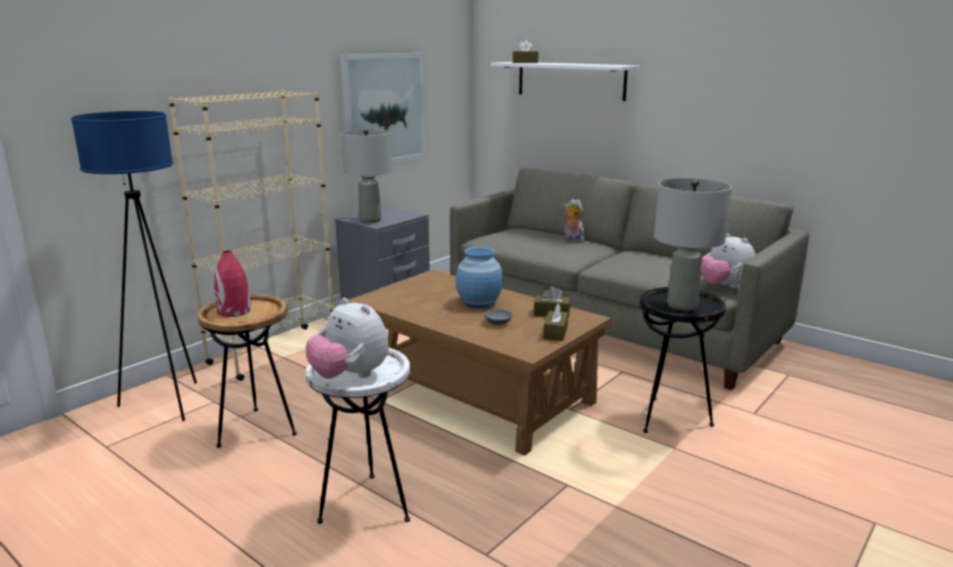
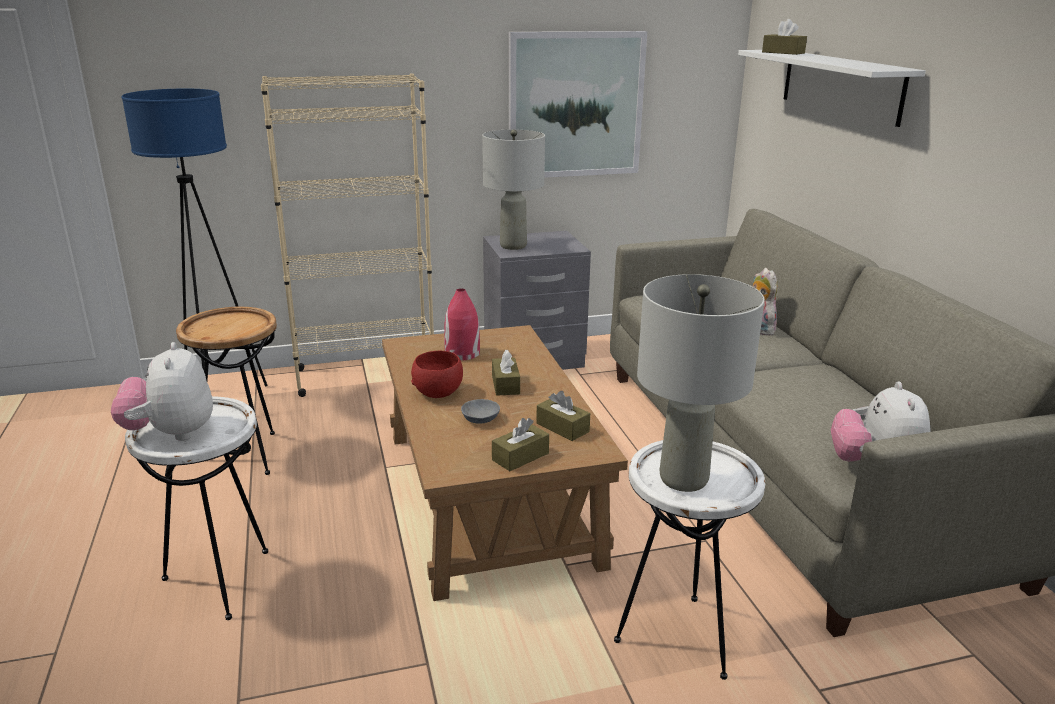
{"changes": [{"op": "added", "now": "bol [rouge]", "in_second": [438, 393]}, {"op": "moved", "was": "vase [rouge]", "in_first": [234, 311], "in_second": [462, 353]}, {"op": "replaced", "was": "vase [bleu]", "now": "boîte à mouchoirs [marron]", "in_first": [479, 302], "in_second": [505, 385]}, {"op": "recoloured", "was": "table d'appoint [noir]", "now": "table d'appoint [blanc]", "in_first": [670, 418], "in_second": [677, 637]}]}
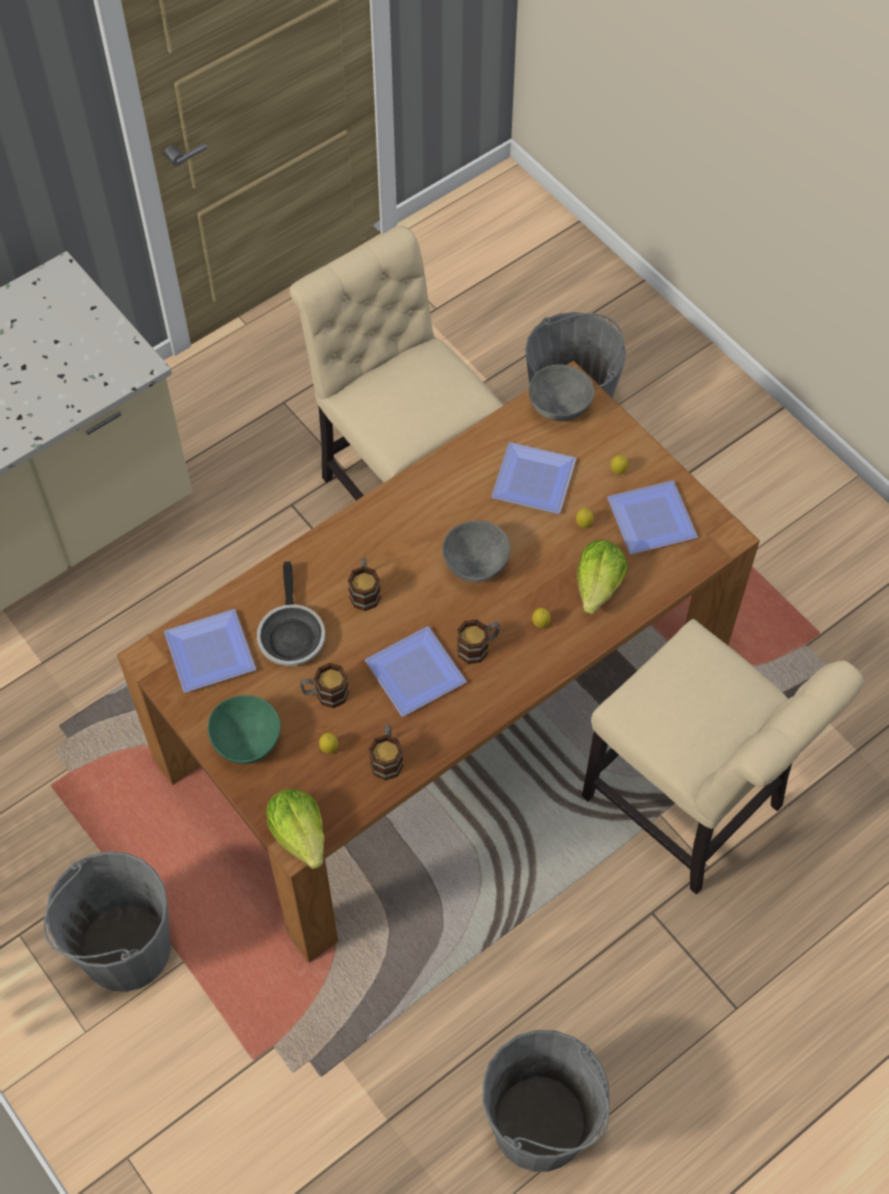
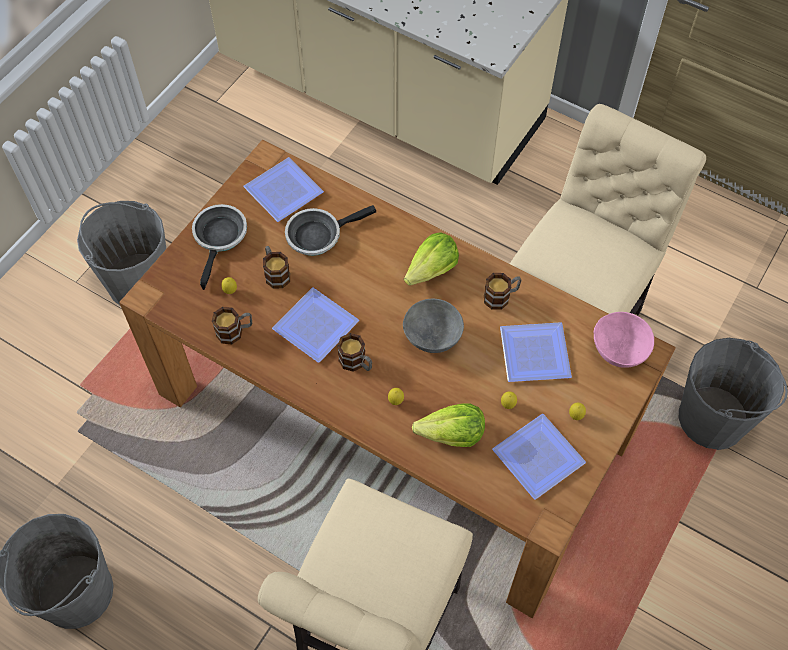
{"changes": [{"op": "moved", "was": "laitue", "in_first": [300, 834], "in_second": [432, 270]}, {"op": "moved", "was": "mug", "in_first": [365, 591], "in_second": [501, 297]}, {"op": "replaced", "was": "bol [vert]", "now": "poêle", "in_first": [247, 740], "in_second": [220, 238]}, {"op": "recoloured", "was": "bol [gris]", "now": "bol [rose]", "in_first": [558, 407], "in_second": [618, 349]}]}
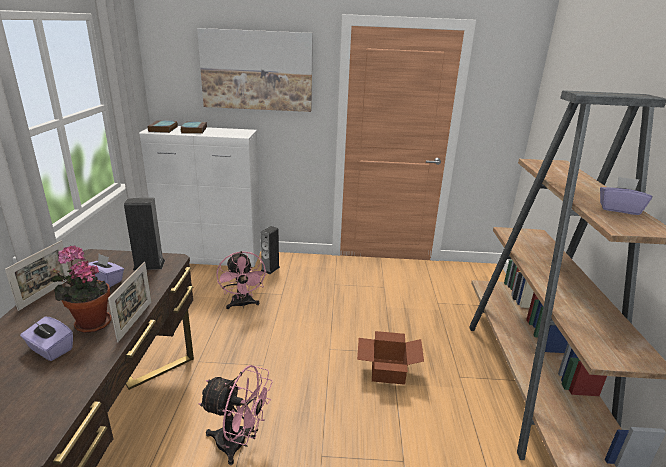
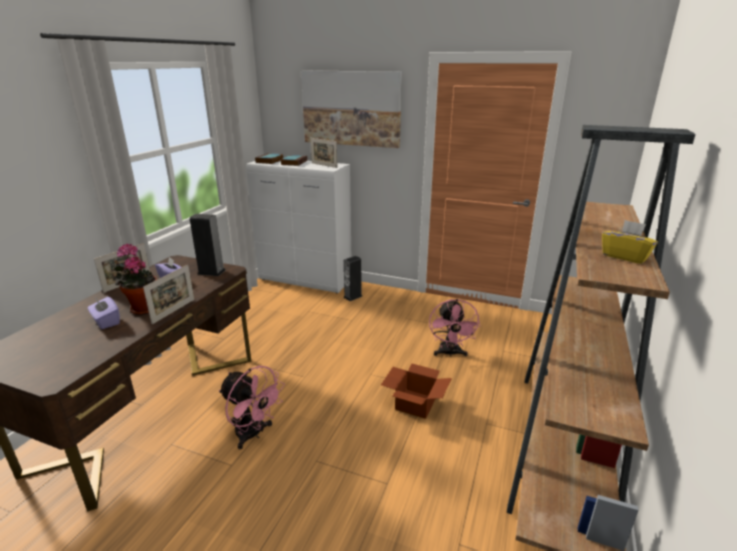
{"changes": [{"op": "added", "now": "cadre photo", "in_second": [324, 165]}, {"op": "moved", "was": "ventilateur [rose]", "in_first": [242, 305], "in_second": [450, 353]}, {"op": "recoloured", "was": "boîte à mouchoirs [violet]", "now": "boîte à mouchoirs [jaune]", "in_first": [619, 209], "in_second": [625, 256]}]}
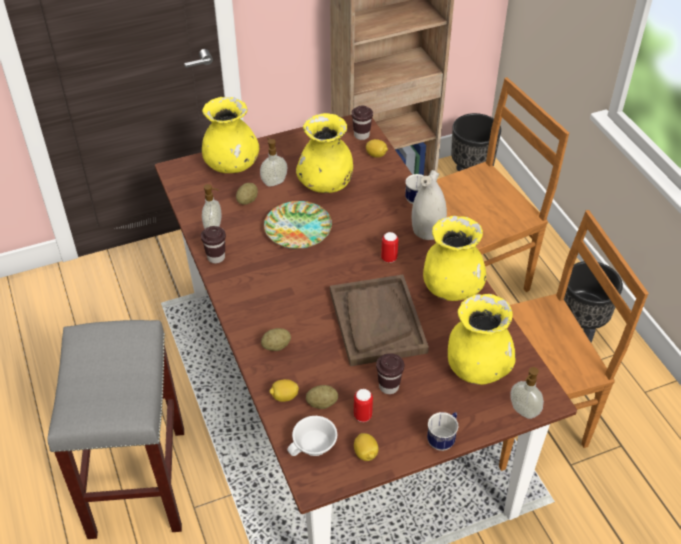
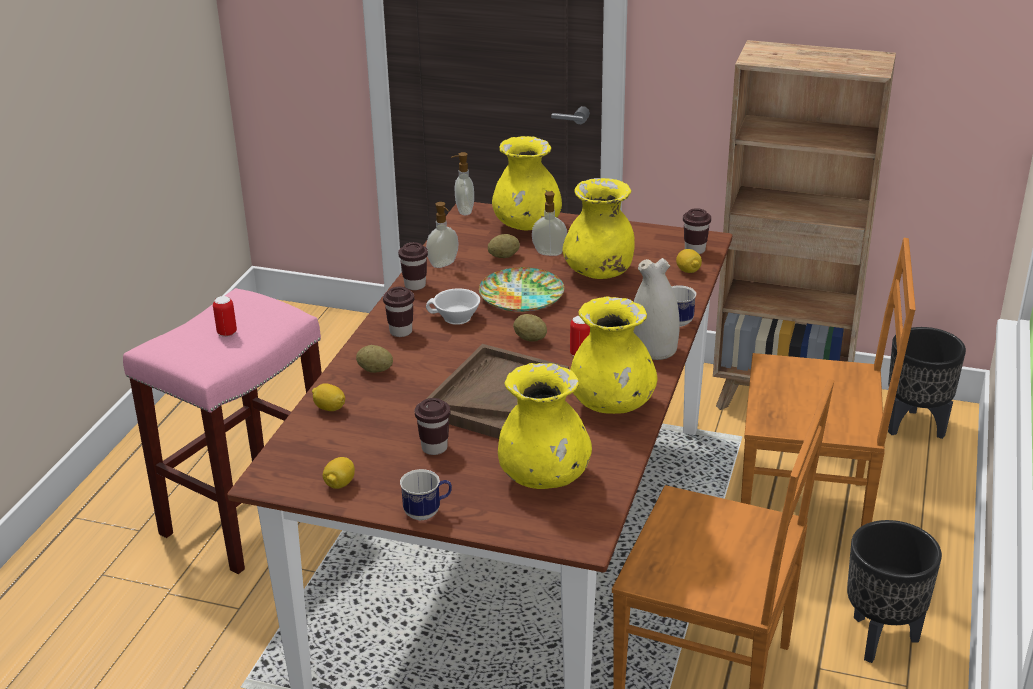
{"changes": [{"op": "added", "now": "tasse [marron]", "in_second": [401, 331]}, {"op": "moved", "was": "tasse [blanc]", "in_first": [314, 447], "in_second": [455, 318]}, {"op": "moved", "was": "pomme de terre", "in_first": [322, 403], "in_second": [530, 339]}, {"op": "moved", "was": "boîte métallique", "in_first": [362, 415], "in_second": [227, 333]}, {"op": "moved", "was": "distributeur de savon", "in_first": [523, 411], "in_second": [464, 211]}, {"op": "recoloured", "was": "tabouret [gris]", "now": "tabouret [rose]", "in_first": [137, 480], "in_second": [249, 514]}]}
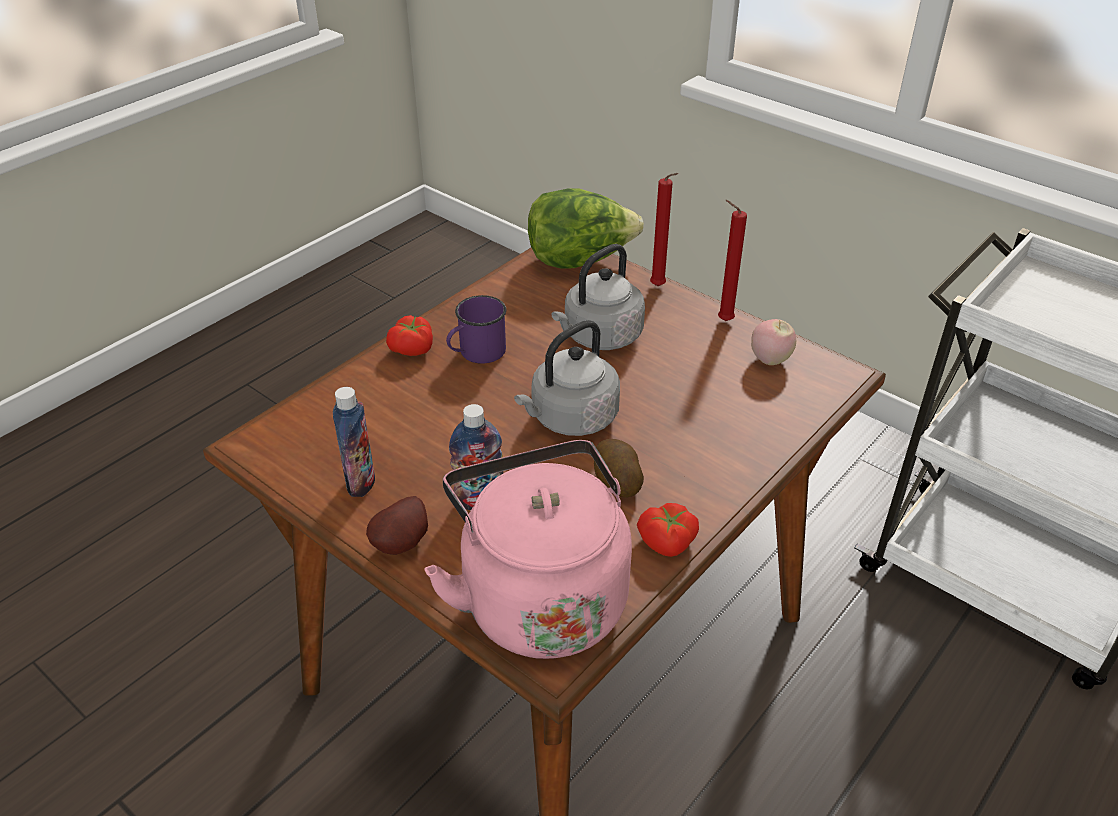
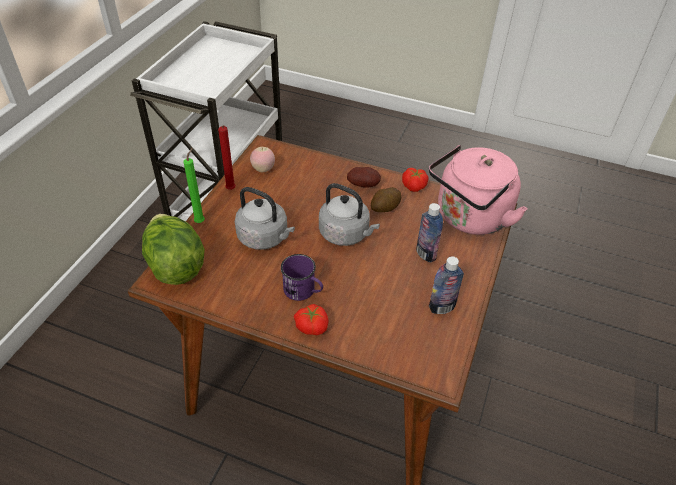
{"changes": [{"op": "moved", "was": "pomme de terre", "in_first": [404, 543], "in_second": [364, 185]}, {"op": "recoloured", "was": "bougie [rouge]", "now": "bougie [vert]", "in_first": [659, 287], "in_second": [201, 221]}]}
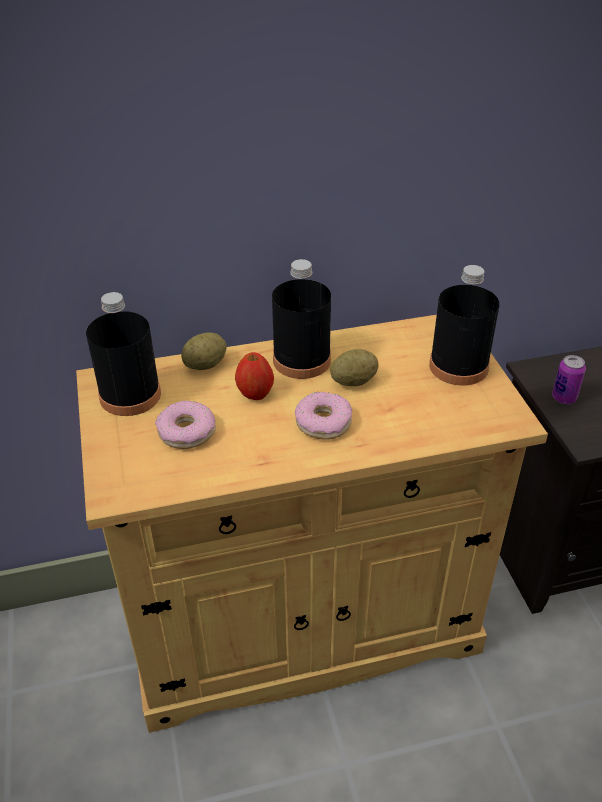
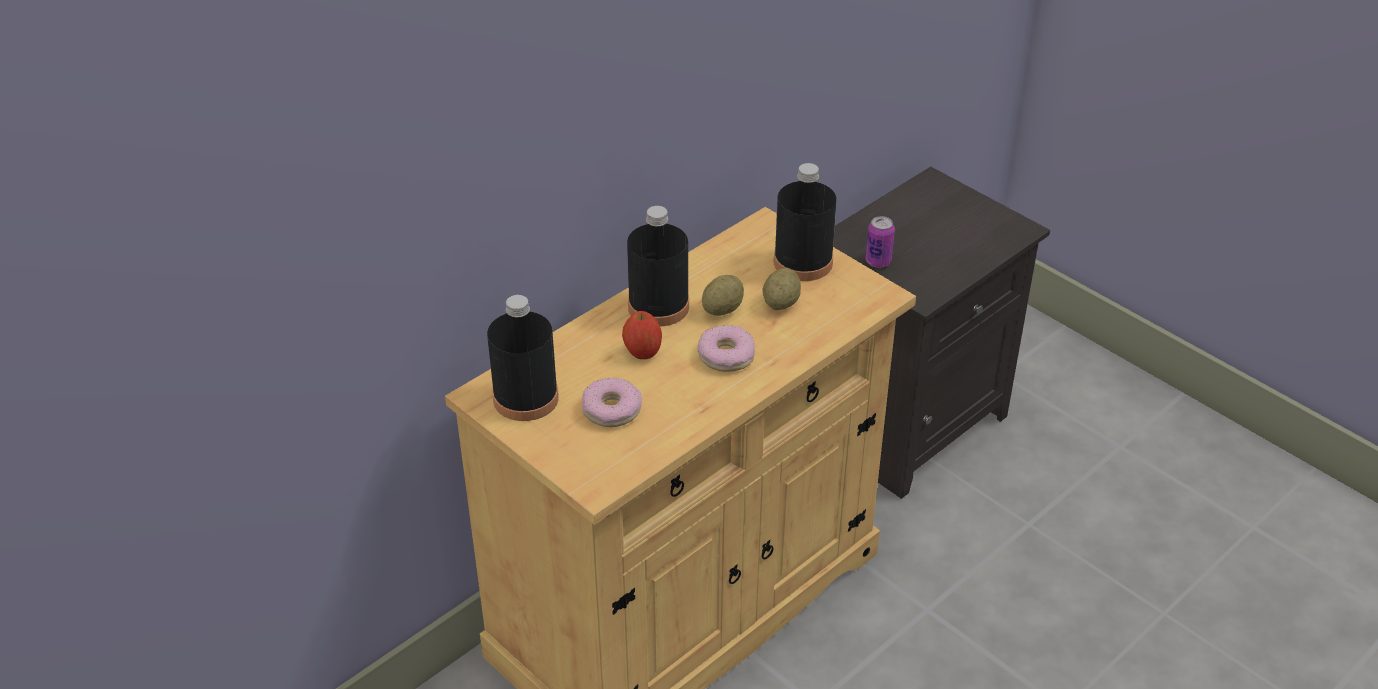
{"changes": [{"op": "moved", "was": "pomme de terre", "in_first": [205, 365], "in_second": [781, 303]}]}
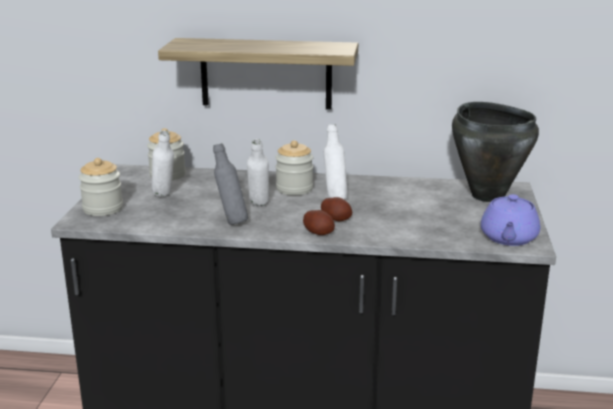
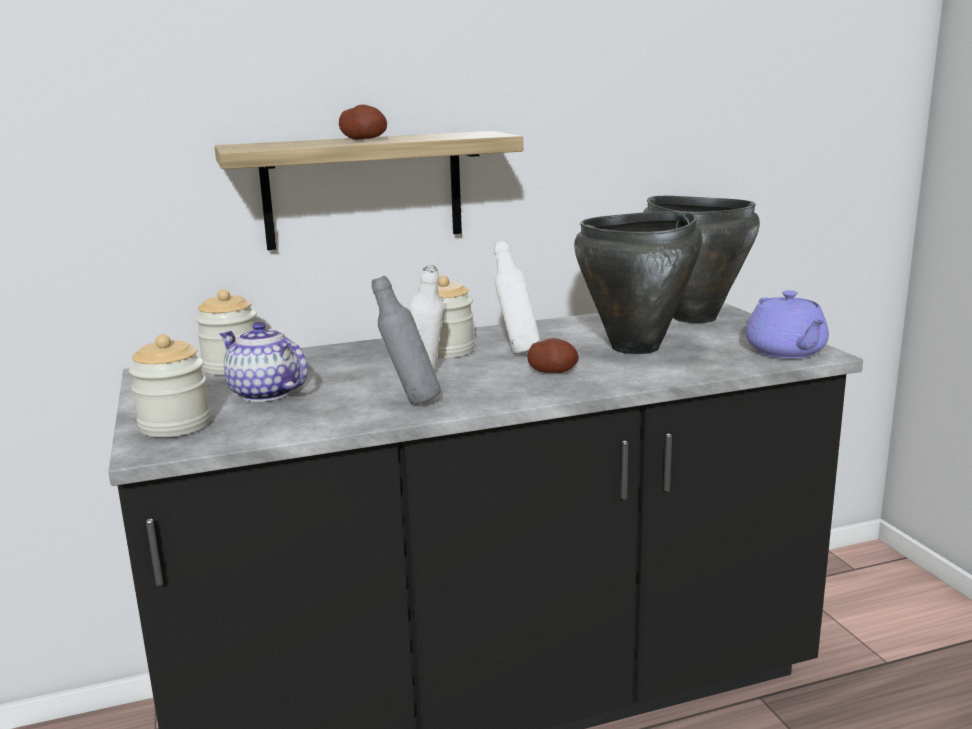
{"changes": [{"op": "added", "now": "marmite [noir]", "in_second": [636, 347]}, {"op": "moved", "was": "pomme de terre", "in_first": [319, 233], "in_second": [364, 139]}, {"op": "replaced", "was": "bouteille [blanc]", "now": "théière", "in_first": [164, 198], "in_second": [264, 393]}]}
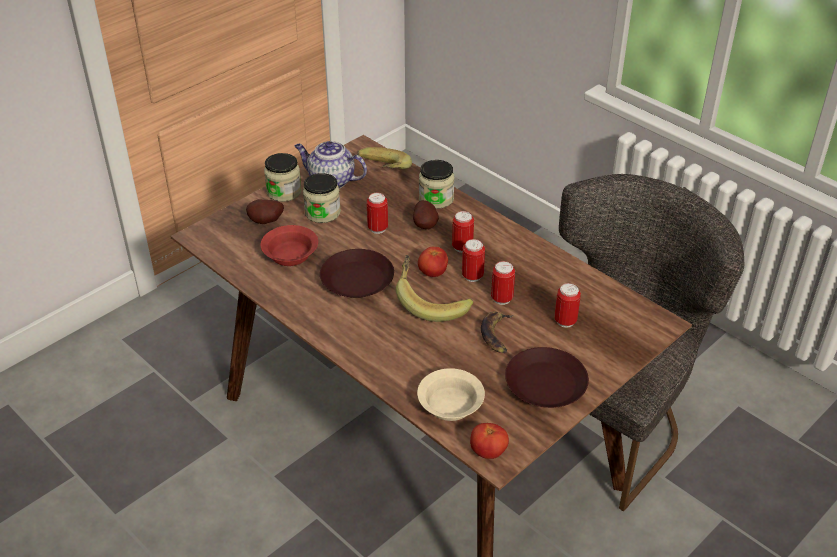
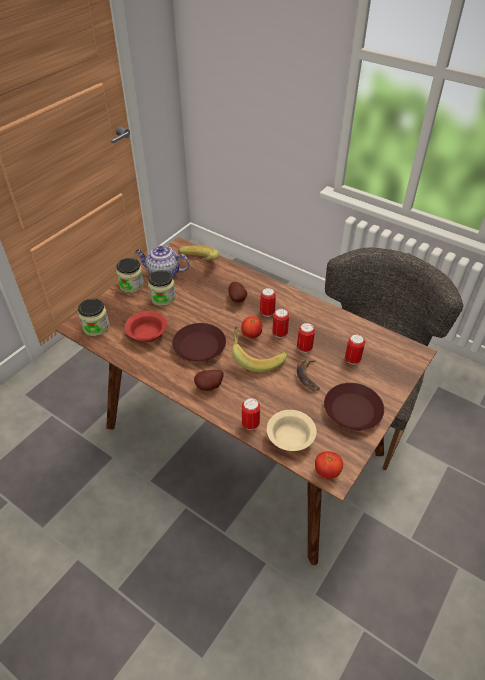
{"changes": [{"op": "moved", "was": "pomme de terre", "in_first": [266, 222], "in_second": [210, 387]}, {"op": "moved", "was": "boîte métallique", "in_first": [377, 228], "in_second": [250, 424]}, {"op": "moved", "was": "bocal", "in_first": [436, 199], "in_second": [96, 327]}]}
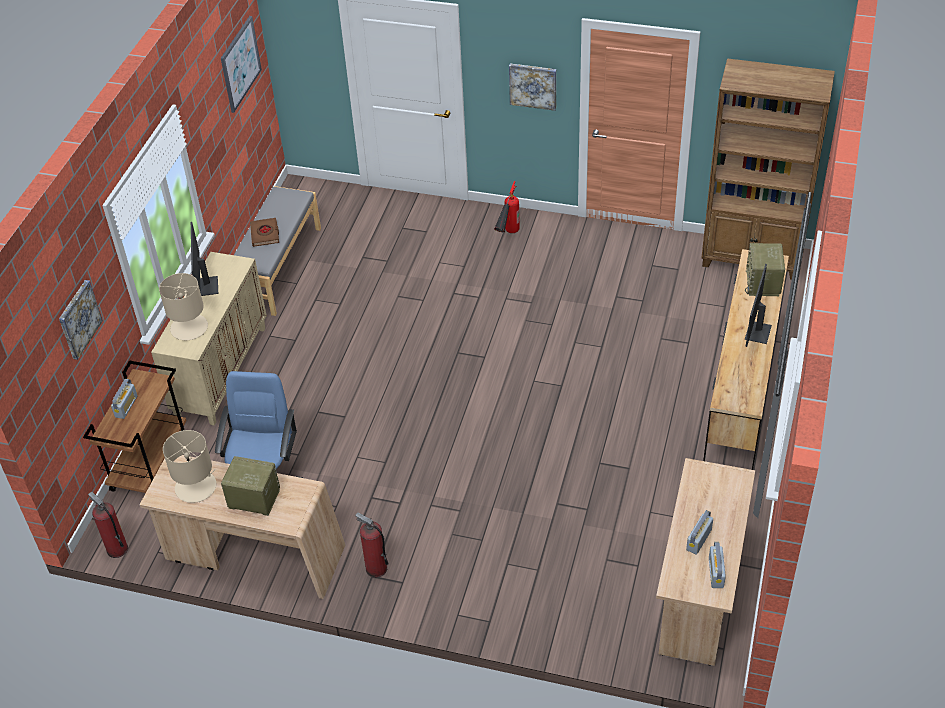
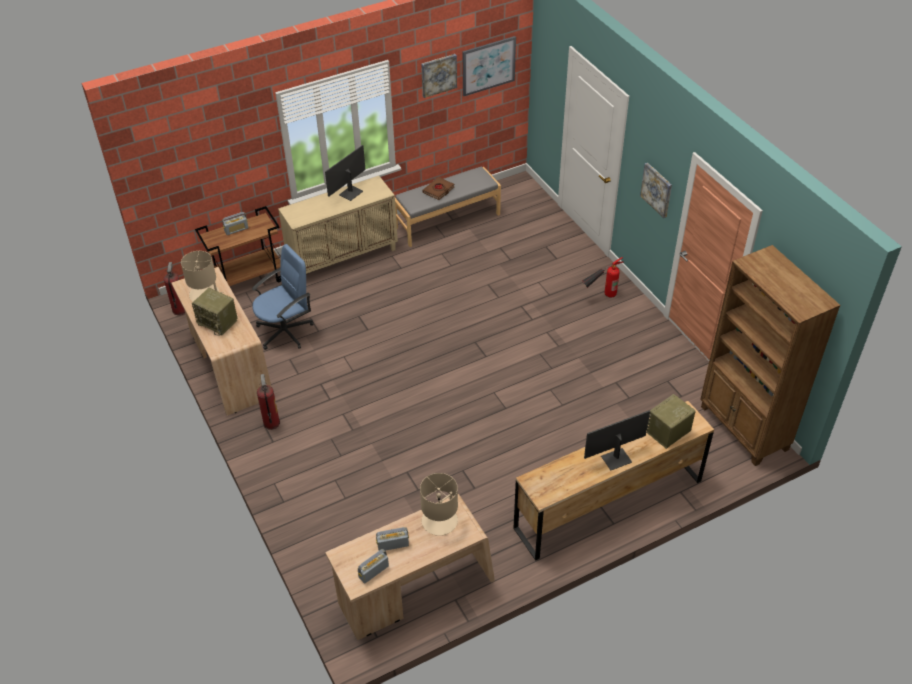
{"changes": [{"op": "moved", "was": "tableau", "in_first": [79, 319], "in_second": [438, 75]}, {"op": "moved", "was": "lampe de table [beige]", "in_first": [189, 327], "in_second": [440, 520]}, {"op": "turned", "was": "radio", "in_first": [253, 499], "in_second": [218, 322], "clockwise": 150}]}
